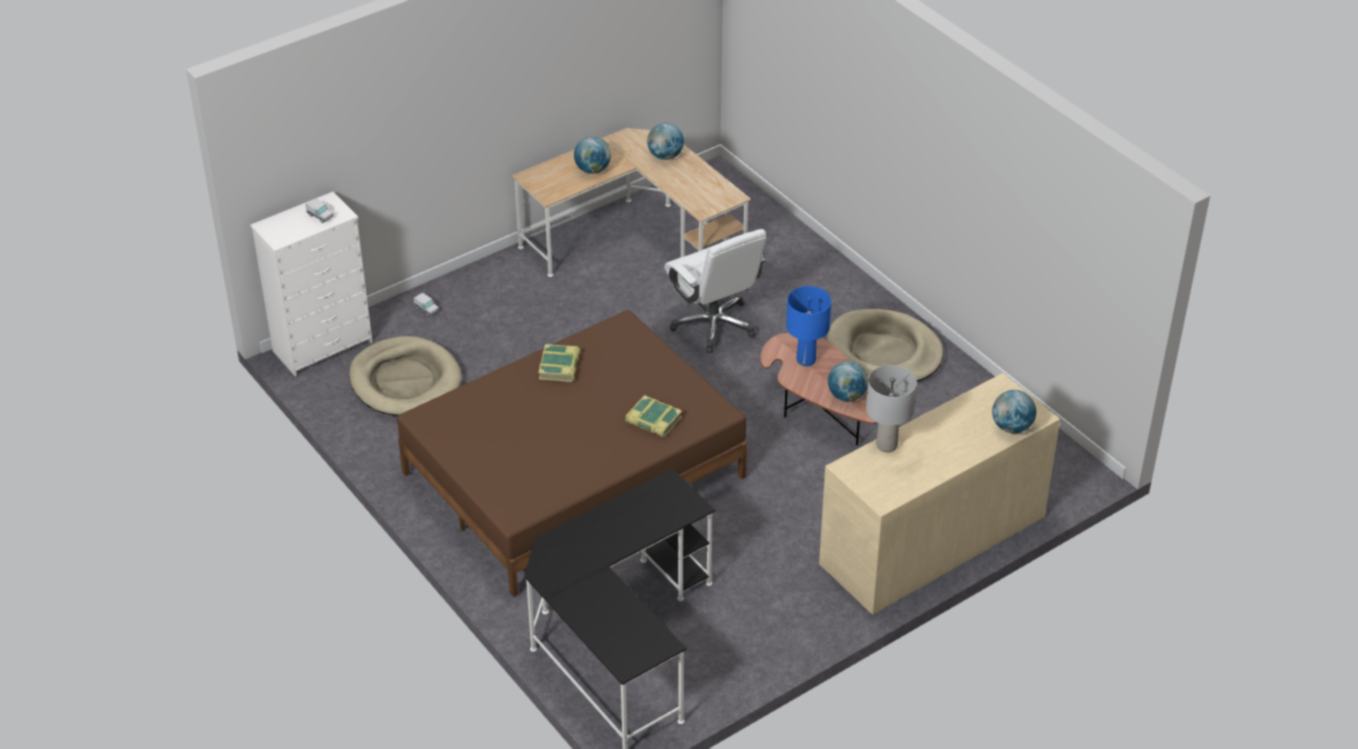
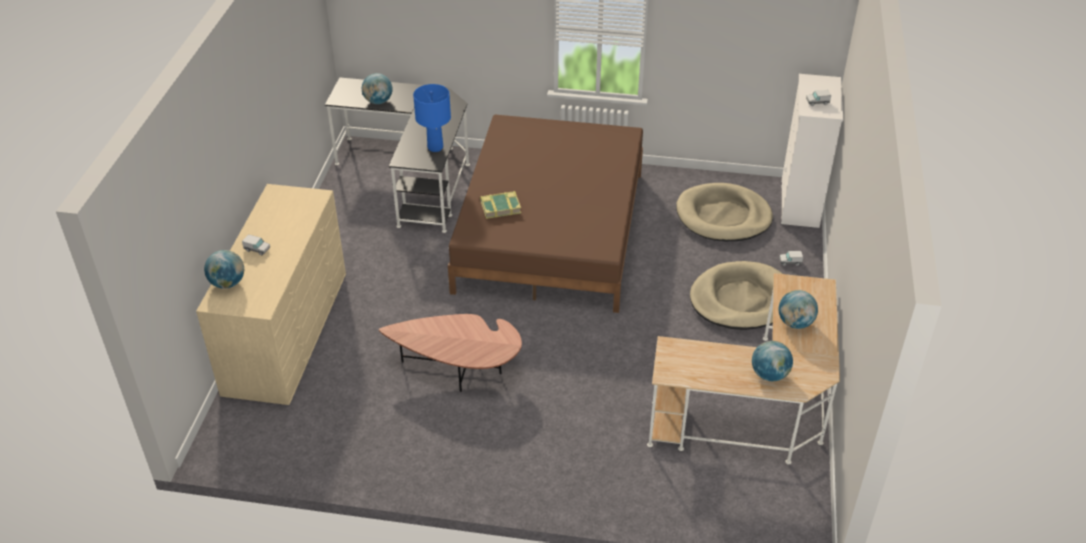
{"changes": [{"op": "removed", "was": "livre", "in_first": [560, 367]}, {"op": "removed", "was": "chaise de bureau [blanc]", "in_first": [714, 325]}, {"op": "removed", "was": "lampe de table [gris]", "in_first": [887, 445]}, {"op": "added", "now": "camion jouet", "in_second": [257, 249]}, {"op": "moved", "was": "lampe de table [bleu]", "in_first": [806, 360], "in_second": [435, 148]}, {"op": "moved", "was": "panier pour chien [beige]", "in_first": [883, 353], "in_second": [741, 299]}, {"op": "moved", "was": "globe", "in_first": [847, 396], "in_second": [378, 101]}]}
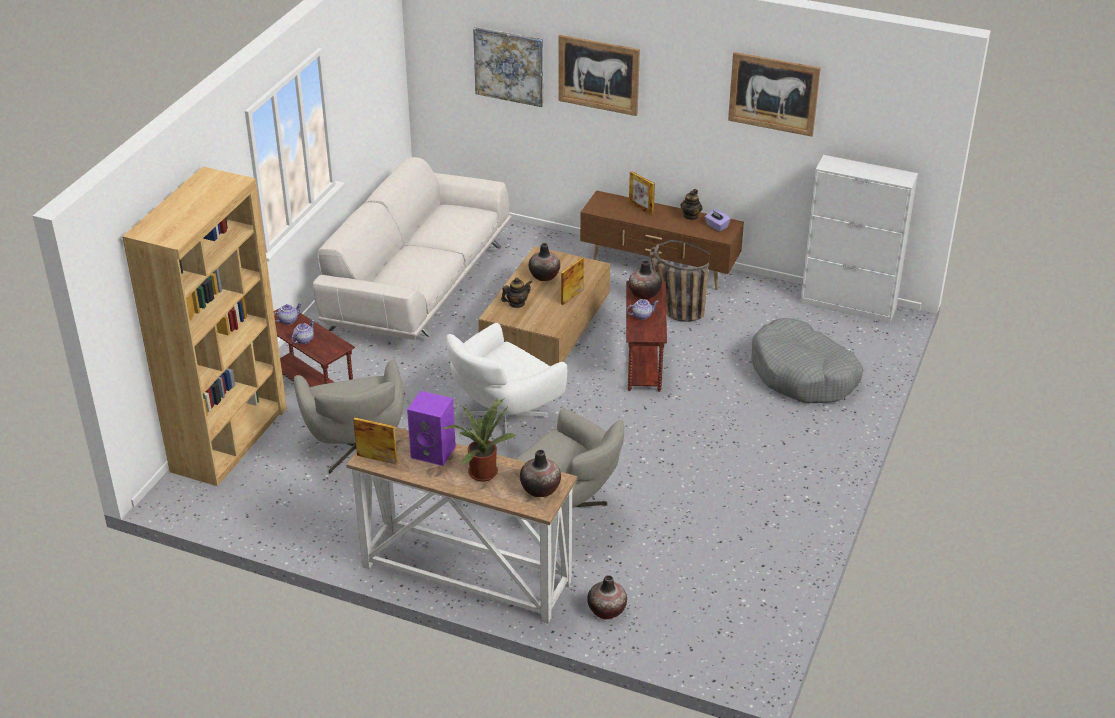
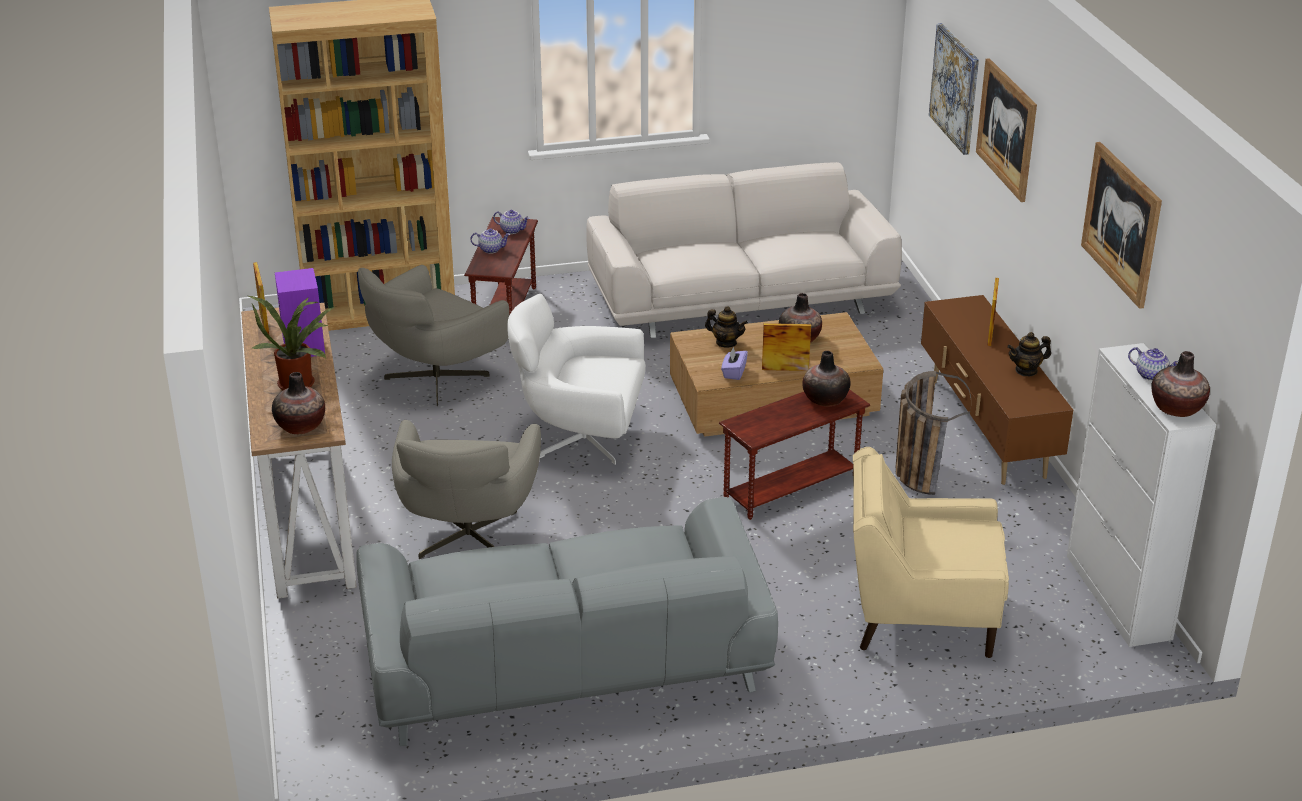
{"changes": [{"op": "added", "now": "canapé [gris]", "in_second": [564, 665]}, {"op": "moved", "was": "vase", "in_first": [607, 610], "in_second": [1176, 408]}, {"op": "moved", "was": "théière", "in_first": [642, 315], "in_second": [1151, 375]}, {"op": "moved", "was": "boîte à mouchoirs [violet]", "in_first": [716, 226], "in_second": [734, 372]}, {"op": "replaced", "was": "panier pour chien [gris]", "now": "fauteuil [beige]", "in_first": [803, 374], "in_second": [919, 613]}]}
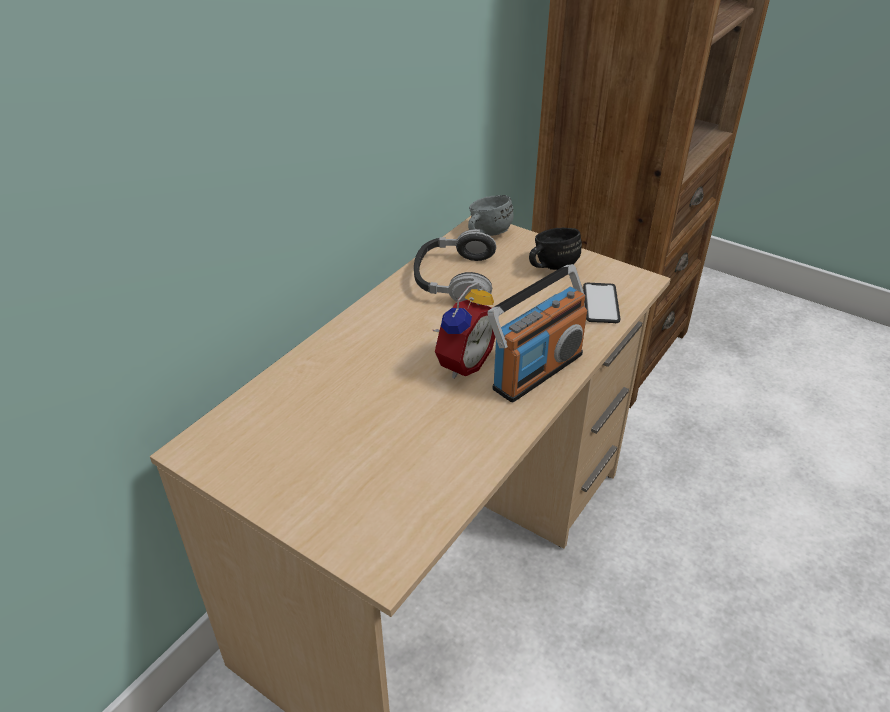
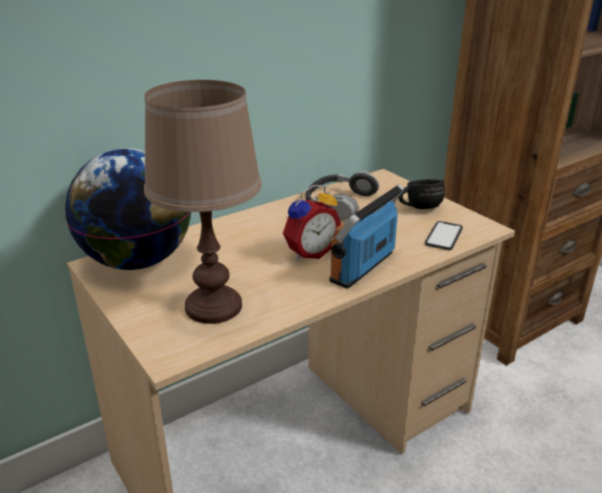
{"changes": [{"op": "removed", "was": "mug [gris]", "in_first": [485, 233]}, {"op": "added", "now": "globe", "in_second": [138, 261]}, {"op": "added", "now": "lampe de table [marron]", "in_second": [214, 306]}, {"op": "turned", "was": "radio", "in_first": [536, 370], "in_second": [363, 267], "clockwise": 150}]}
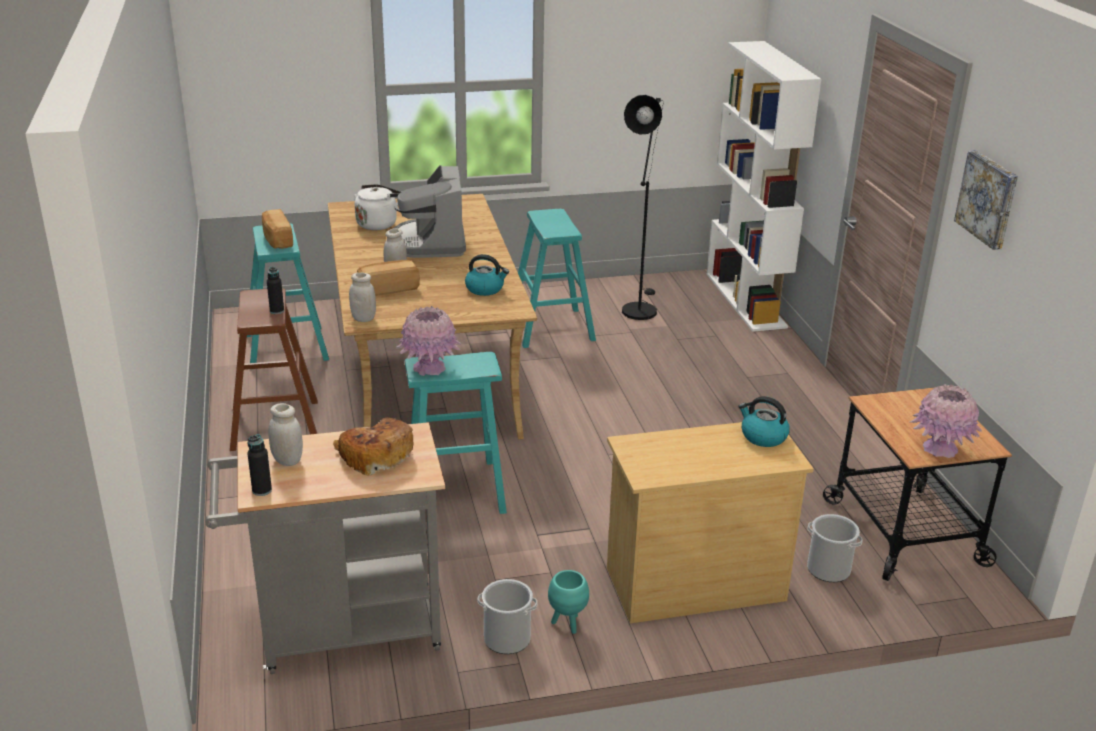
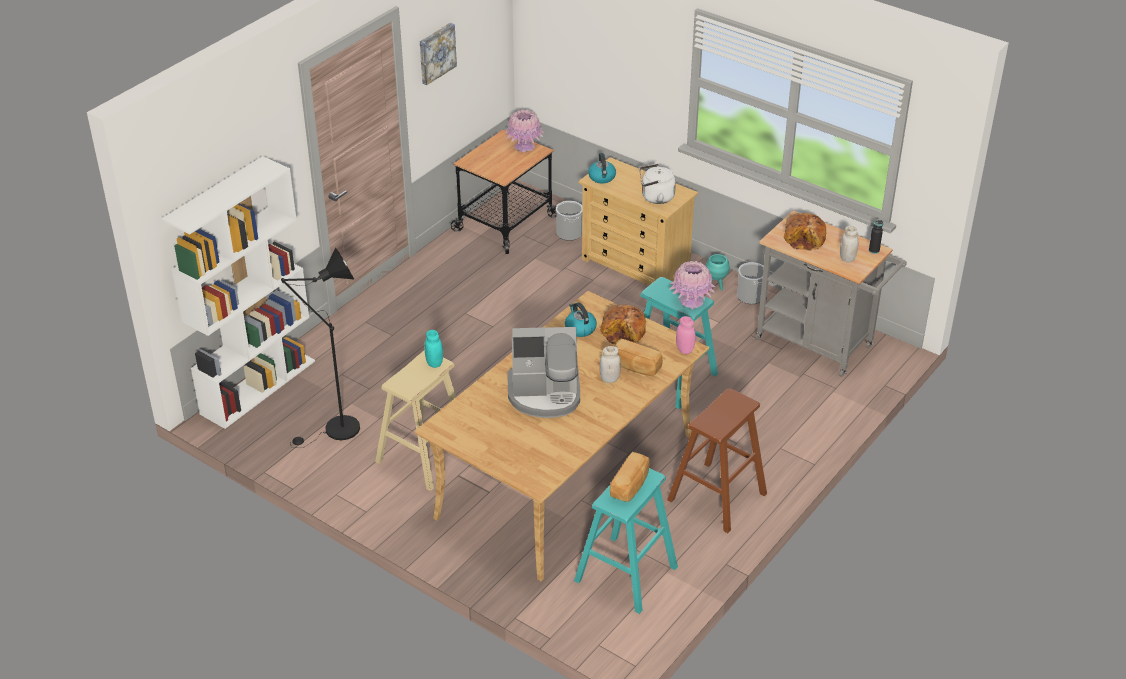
{"changes": [{"op": "removed", "was": "bouteille [noir]", "in_first": [277, 311]}, {"op": "added", "now": "bocal [turquoise]", "in_second": [434, 363]}, {"op": "added", "now": "pain", "in_second": [624, 332]}, {"op": "moved", "was": "bouilloire [blanc]", "in_first": [378, 224], "in_second": [655, 197]}, {"op": "recoloured", "was": "bocal [blanc]", "now": "bocal [rose]", "in_first": [363, 318], "in_second": [684, 350]}, {"op": "recoloured", "was": "tabouret [turquoise]", "now": "tabouret [beige]", "in_first": [551, 328], "in_second": [424, 457]}, {"op": "turned", "was": "machine à café", "in_first": [430, 243], "in_second": [545, 394], "clockwise": 45}]}
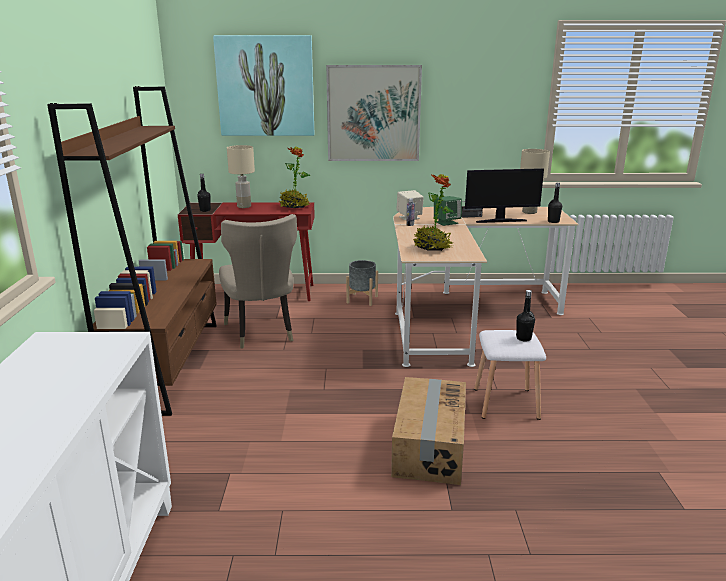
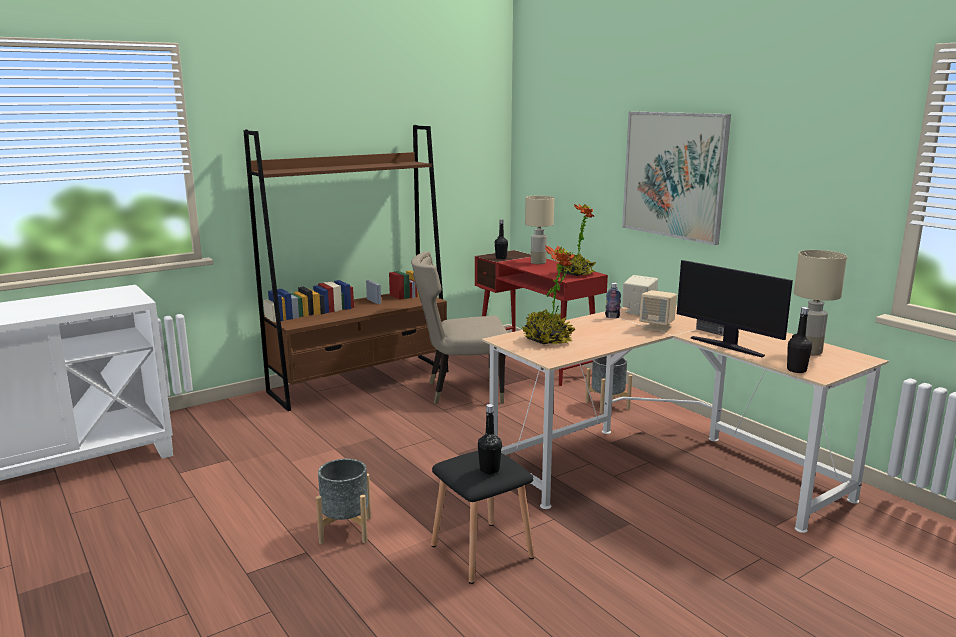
{"changes": [{"op": "removed", "was": "tableau", "in_first": [265, 86]}, {"op": "replaced", "was": "carton", "now": "cache-pot [gris]", "in_first": [428, 446], "in_second": [345, 530]}, {"op": "recoloured", "was": "enceinte [vert]", "now": "enceinte [beige]", "in_first": [446, 222], "in_second": [657, 327]}, {"op": "recoloured", "was": "tabouret [blanc]", "now": "tabouret [noir]", "in_first": [505, 403], "in_second": [480, 551]}, {"op": "turned", "was": "chaise [beige]", "in_first": [262, 333], "in_second": [461, 391], "clockwise": 45}]}
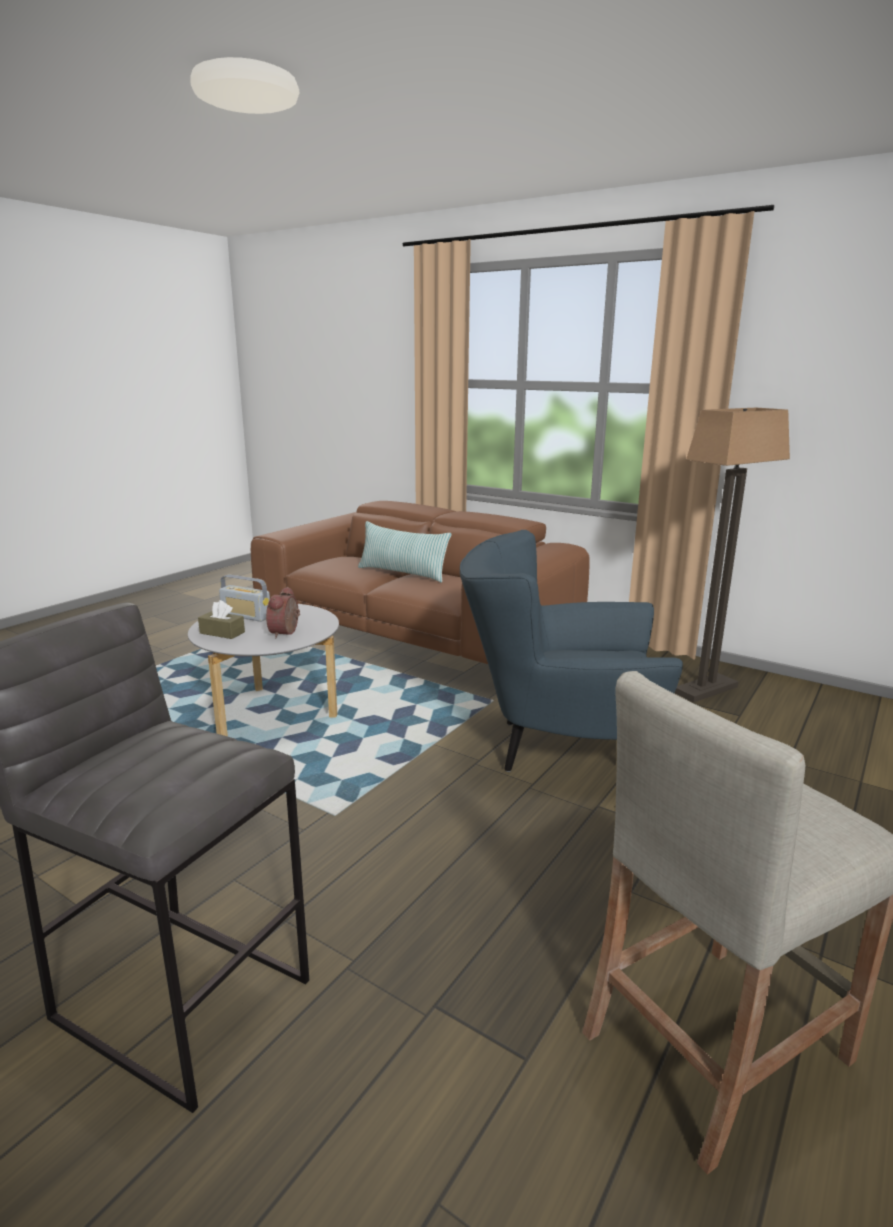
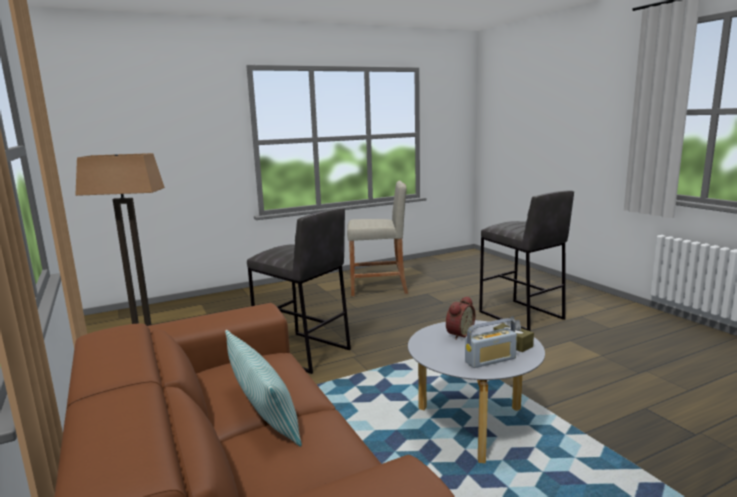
{"changes": [{"op": "replaced", "was": "fauteuil [bleu]", "now": "tabouret [gris]", "in_first": [557, 748], "in_second": [303, 352]}, {"op": "turned", "was": "radio", "in_first": [246, 616], "in_second": [490, 360], "clockwise": 105}]}
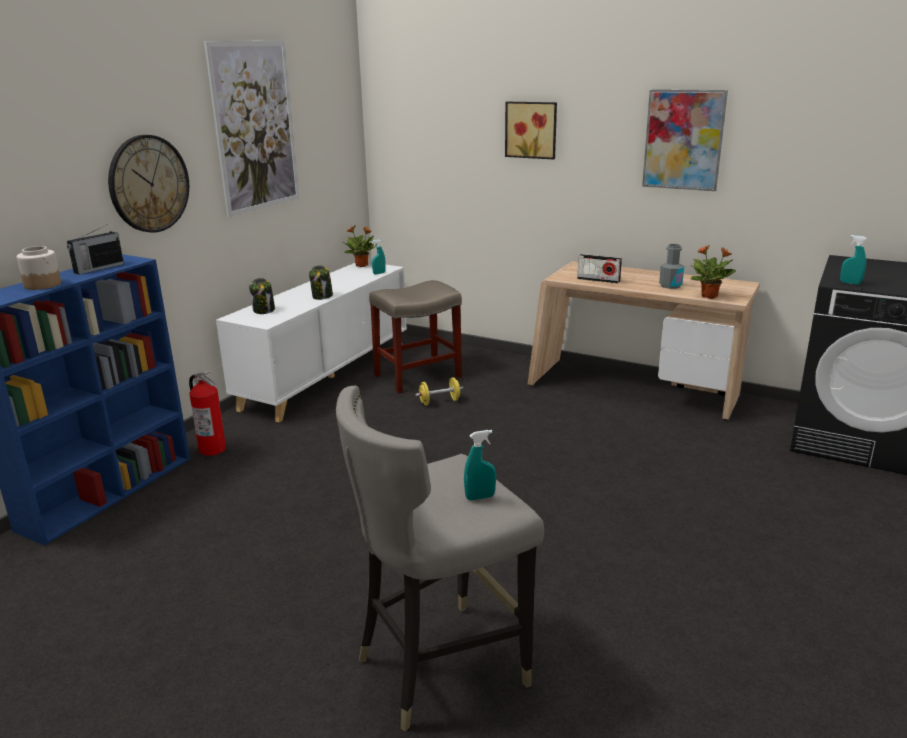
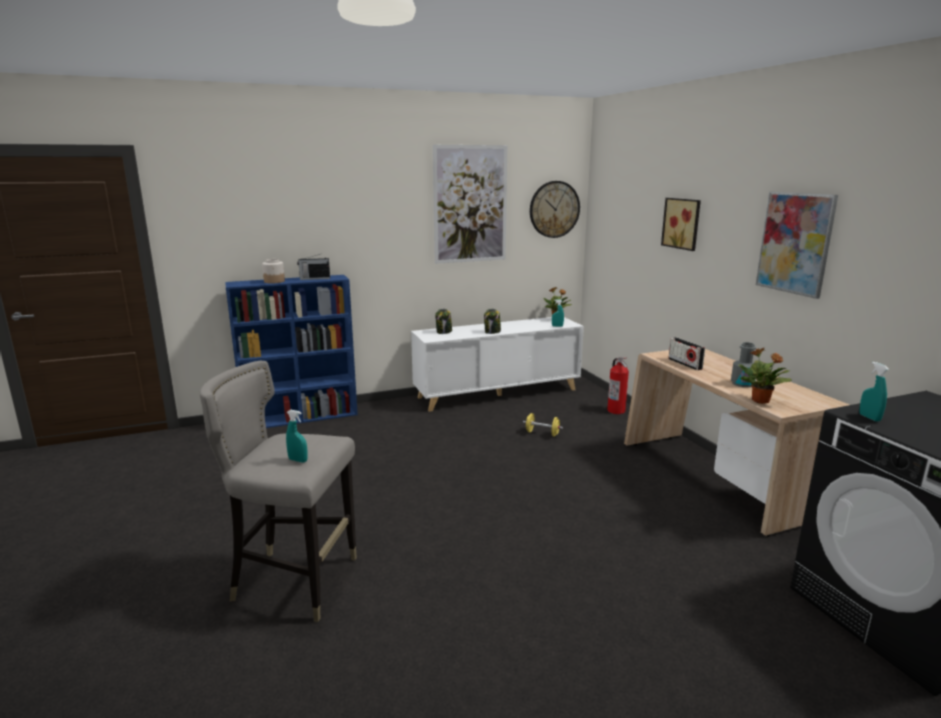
{"changes": [{"op": "removed", "was": "tabouret [beige]", "in_first": [418, 376]}, {"op": "moved", "was": "horloge murale", "in_first": [149, 184], "in_second": [554, 209]}, {"op": "moved", "was": "extincteur", "in_first": [212, 449], "in_second": [616, 410]}]}
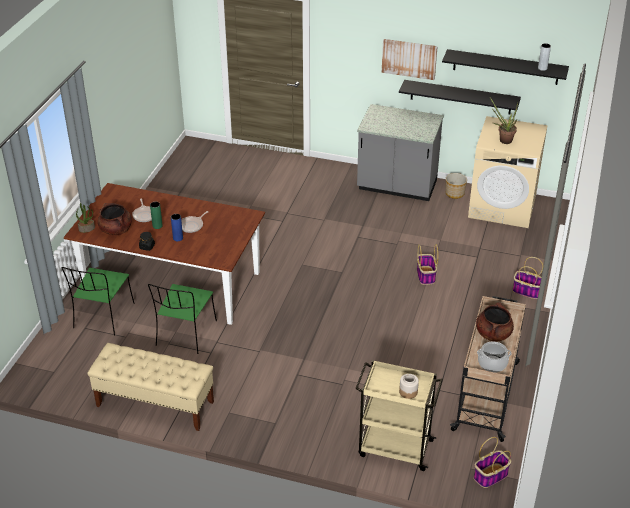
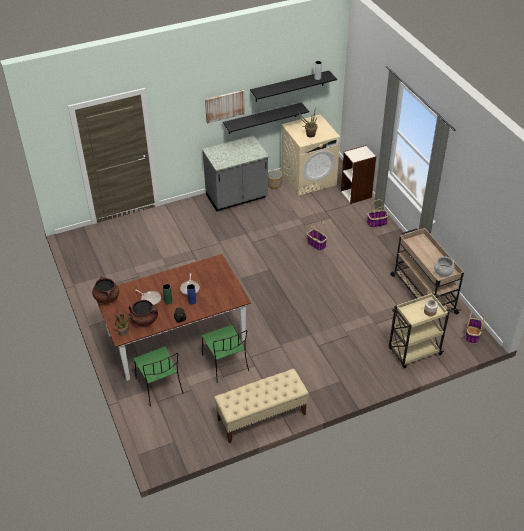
{"changes": [{"op": "added", "now": "bibliothèque", "in_second": [356, 194]}, {"op": "moved", "was": "marmite [marron]", "in_first": [493, 334], "in_second": [106, 298]}]}
